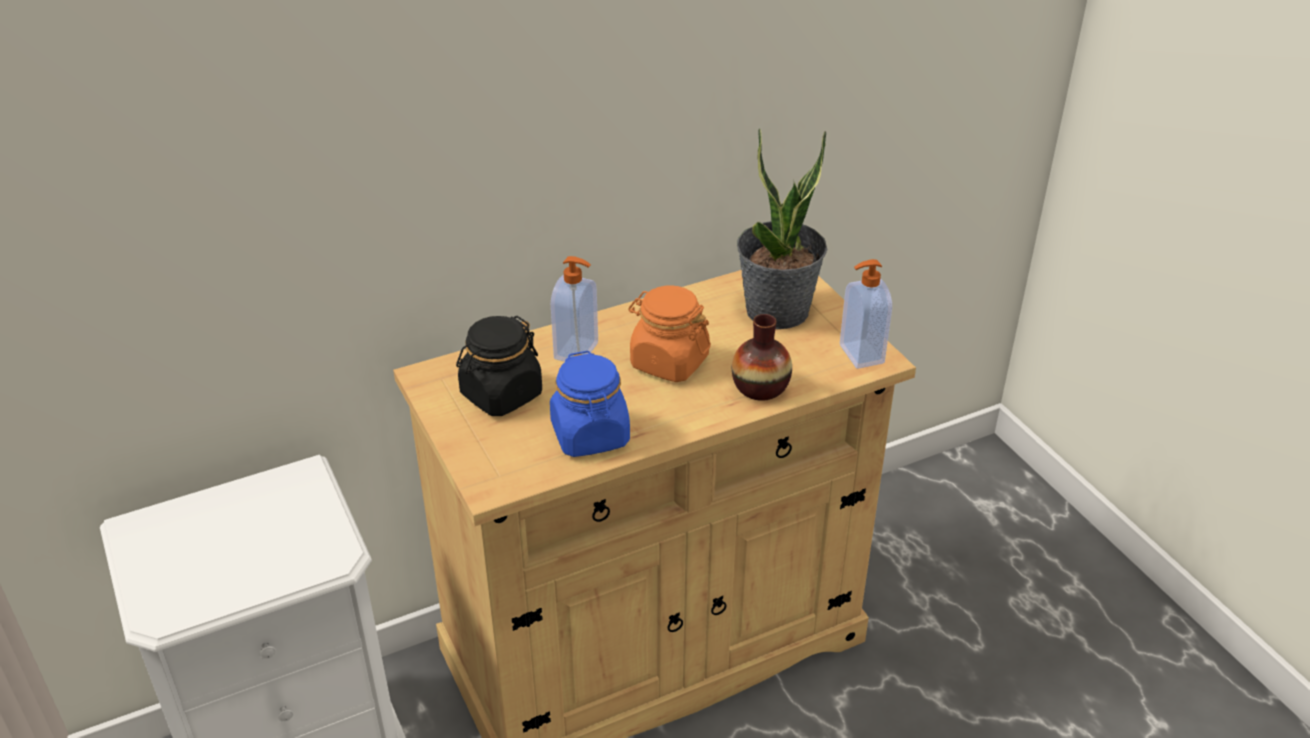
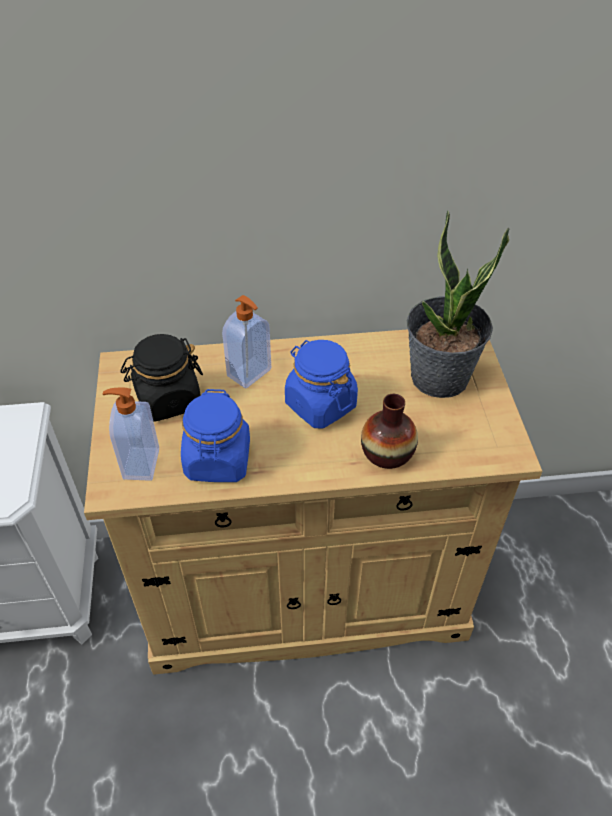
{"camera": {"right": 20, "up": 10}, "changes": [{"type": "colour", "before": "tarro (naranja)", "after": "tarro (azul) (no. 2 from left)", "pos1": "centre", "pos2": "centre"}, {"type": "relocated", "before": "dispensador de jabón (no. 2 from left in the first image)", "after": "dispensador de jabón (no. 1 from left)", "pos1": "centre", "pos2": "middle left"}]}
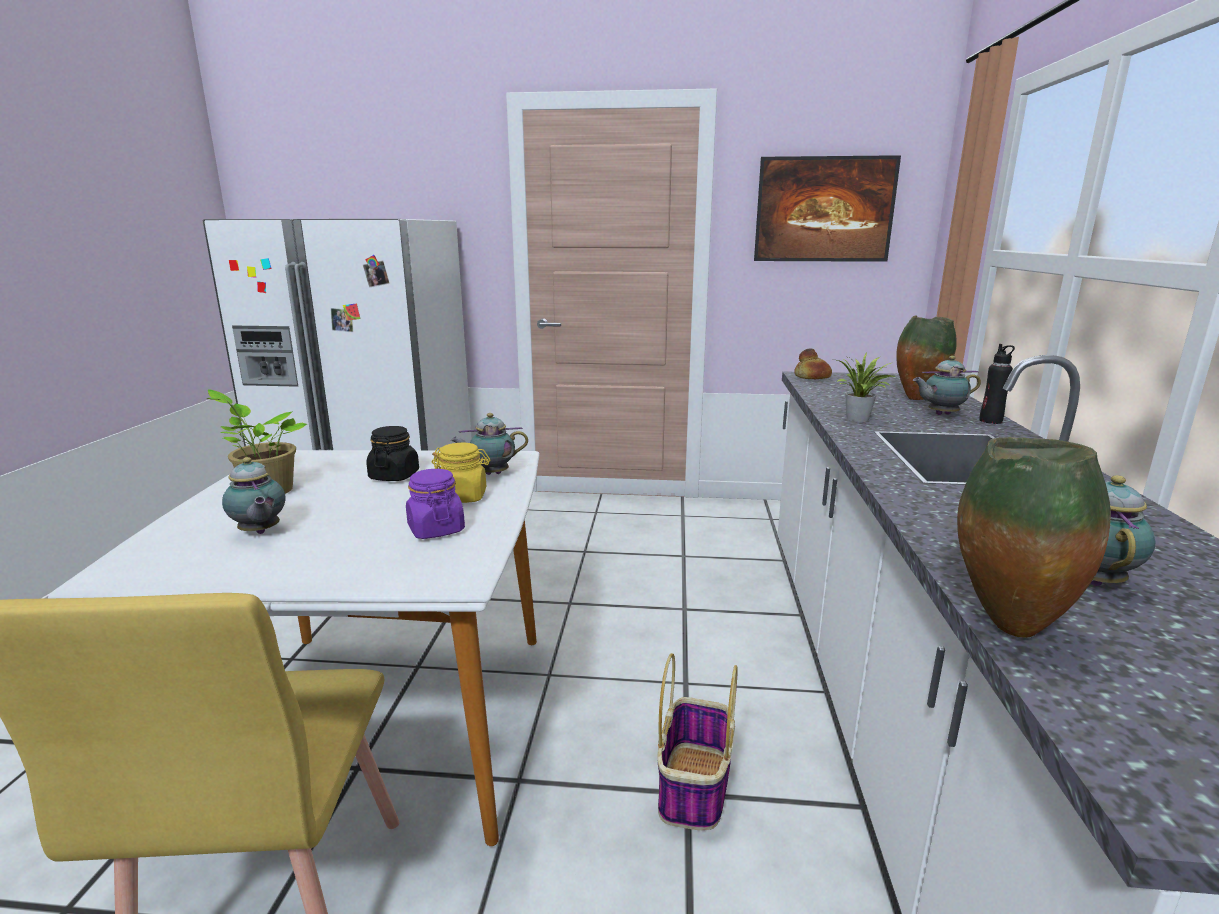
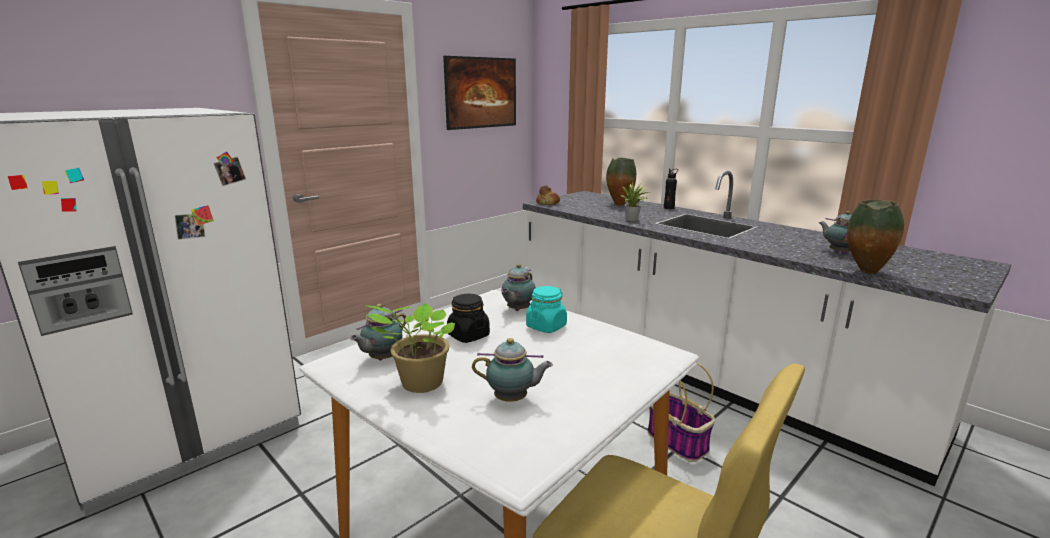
{"camera": {"right": -50, "up": 0}, "changes": [{"type": "missing", "before": "tarro (morado)", "pos1": "centre"}, {"type": "colour", "before": "tarro (amarillo)", "after": "tarro (turquesa)", "pos1": "centre", "pos2": "centre"}, {"type": "relocated", "before": "tetera (no. 3 from left in the first image)", "after": "tetera (no. 1 from left)", "pos1": "middle right", "pos2": "centre"}]}
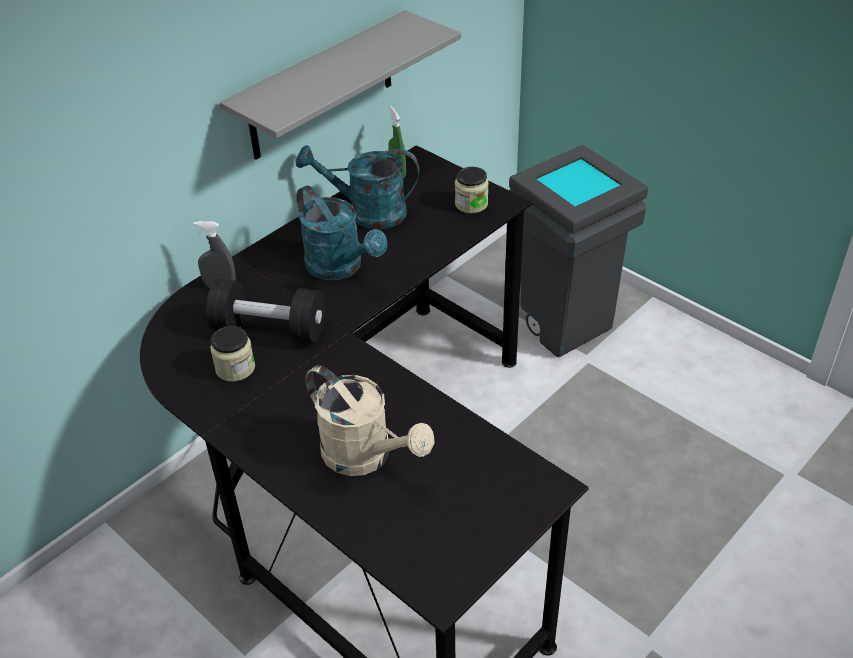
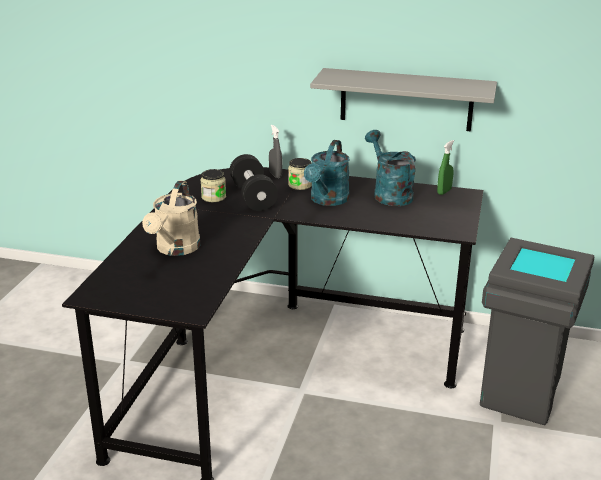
{"camera": {"right": 60, "up": -15}, "changes": [{"type": "relocated", "before": "tarro (no. 2 from left)", "pos1": "top centre", "pos2": "centre"}]}
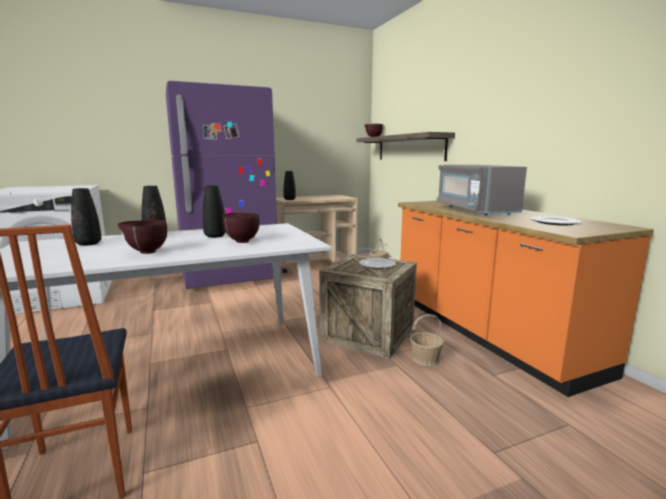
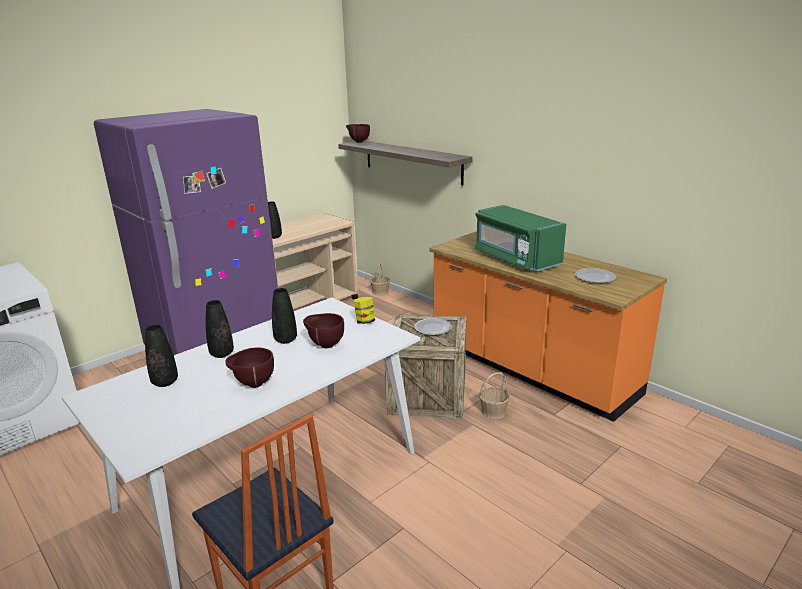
{"camera": {"right": -20, "up": 10}, "changes": [{"type": "colour", "before": "microondas (gris)", "after": "microondas (verde)", "pos1": "middle right", "pos2": "centre"}, {"type": "appeared", "after": "tarro", "pos2": "centre"}]}
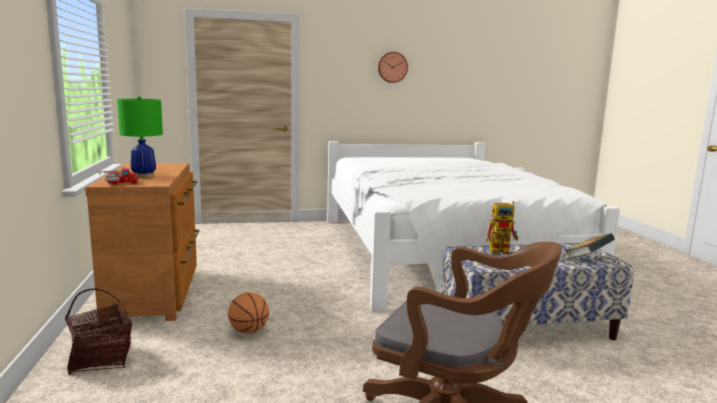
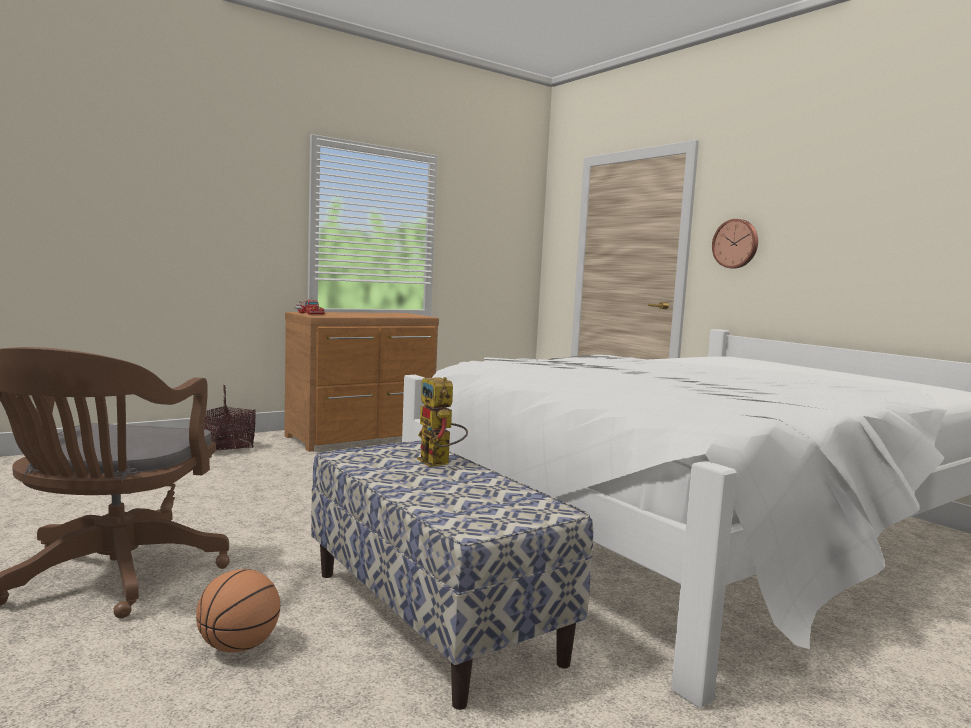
{"camera": {"right": 65, "up": -5}, "changes": [{"type": "missing", "before": "lámpara de mesa (verde)", "pos1": "middle left"}, {"type": "relocated", "before": "balón de baloncesto", "pos1": "bottom centre", "pos2": "bottom left"}, {"type": "relocated", "before": "reloj de pared", "pos1": "top centre", "pos2": "middle right"}, {"type": "missing", "before": "libro", "pos1": "middle right"}]}
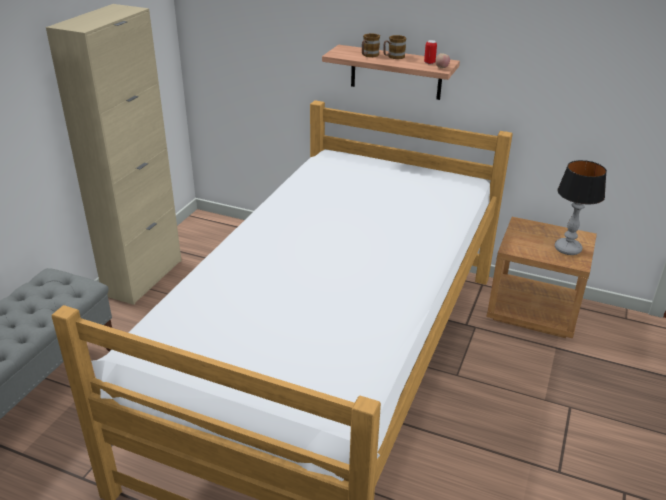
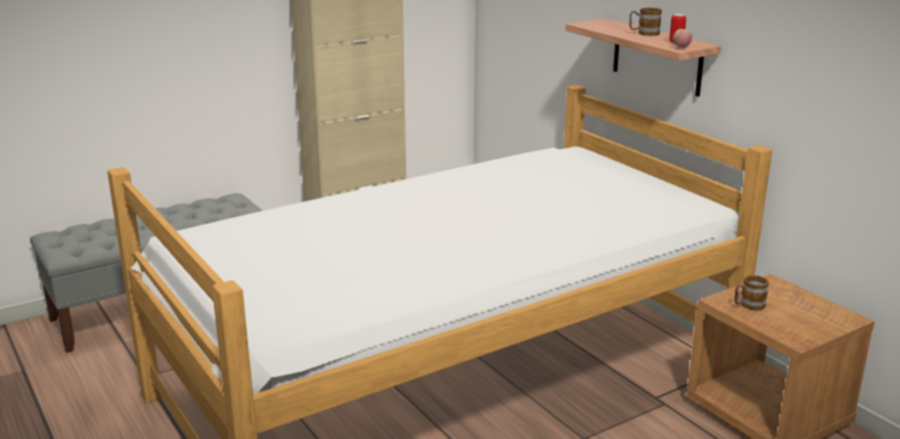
{"camera": {"right": 35, "up": -10}, "changes": [{"type": "relocated", "before": "taza grande (no. 1 from left in the first image)", "after": "taza grande (no. 2 from left)", "pos1": "top centre", "pos2": "middle right"}, {"type": "missing", "before": "lámpara de mesa", "pos1": "middle right"}]}
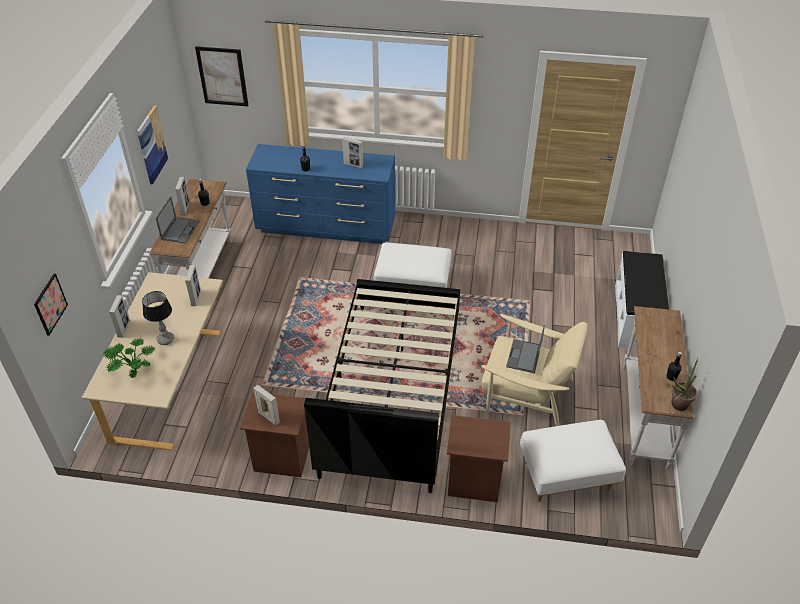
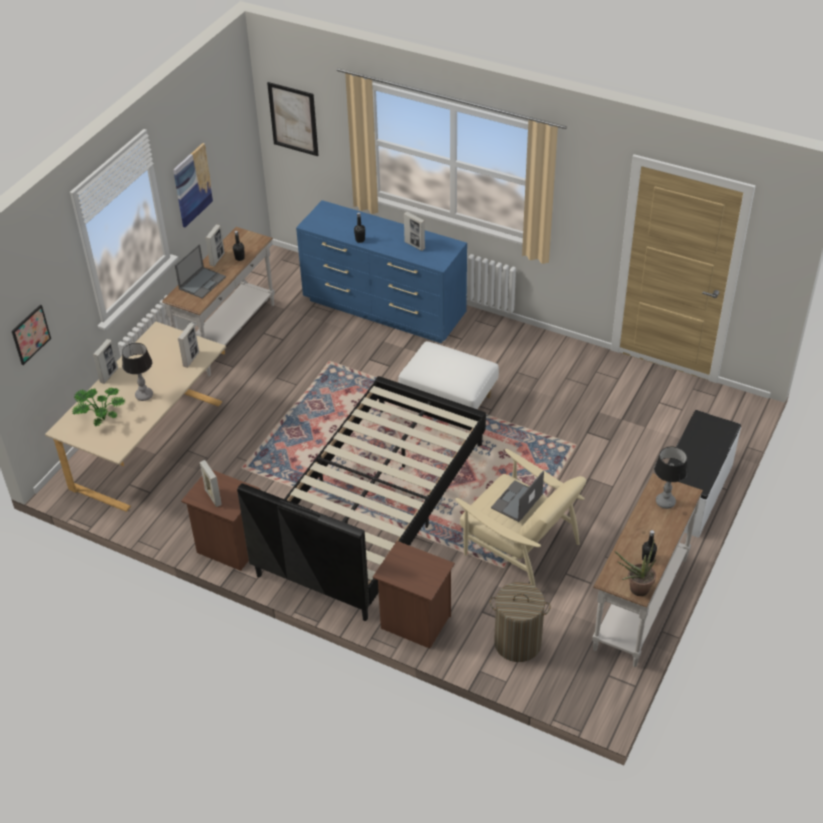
{"camera": {"right": 20, "up": 0}, "changes": [{"type": "exchanged", "before": "puf (blanco) (no. 2 from left)", "after": "cesto de la ropa", "pos1": "bottom right", "pos2": "bottom centre"}, {"type": "appeared", "after": "lámpara de mesa (no. 2 from left)", "pos2": "middle right"}]}
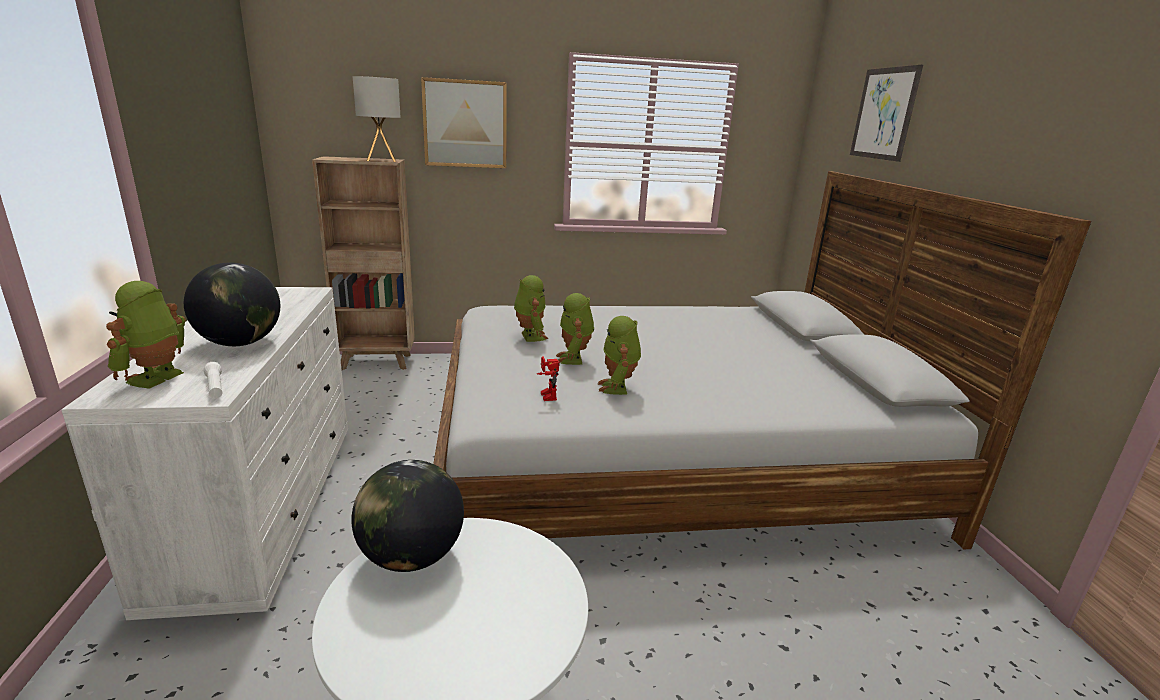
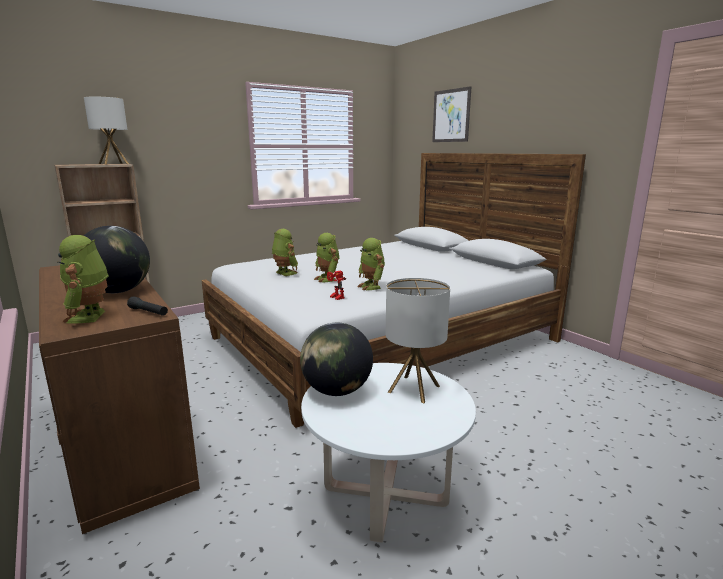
{"camera": {"right": -25, "up": -5}, "changes": [{"type": "colour", "before": "cómoda (blanco)", "after": "cómoda (marrón)", "pos1": "middle left", "pos2": "bottom left"}, {"type": "colour", "before": "linterna (blanco)", "after": "linterna (negro)", "pos1": "middle left", "pos2": "middle left"}, {"type": "missing", "before": "cuadro (no. 1 from left)", "pos1": "top centre"}, {"type": "appeared", "after": "lámpara de mesa (no. 2 from left)", "pos2": "centre"}]}
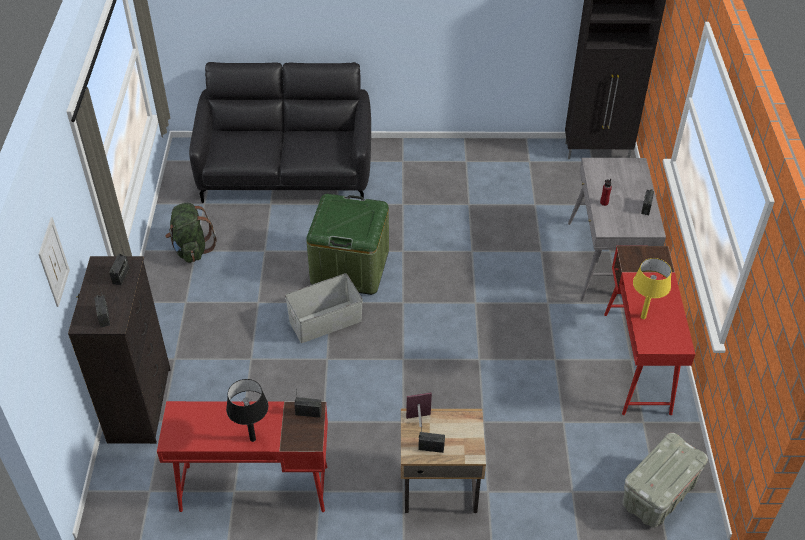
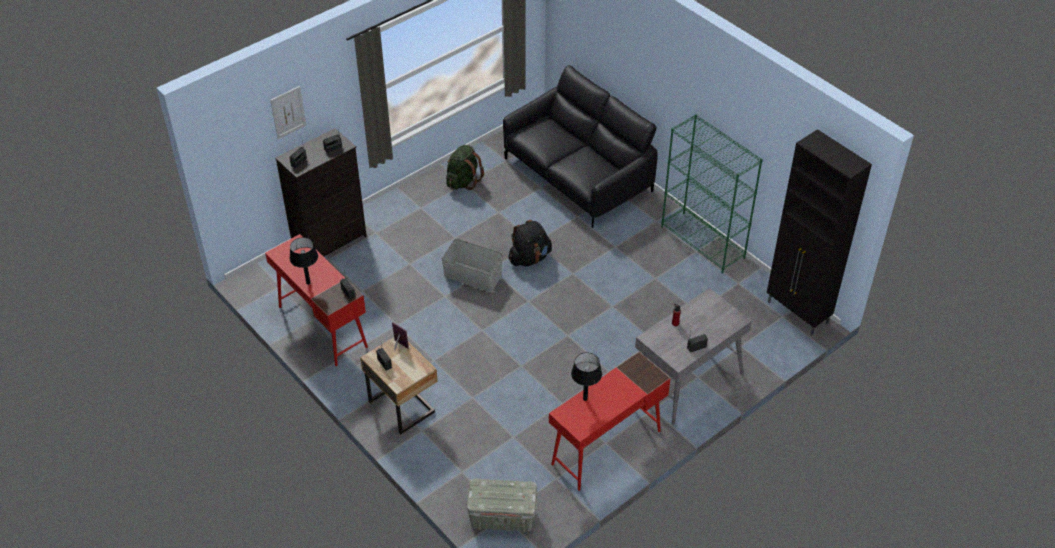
{"camera": {"right": 50, "up": 0}, "changes": [{"type": "exchanged", "before": "caja de almacenaje (verde)", "after": "mochila (negro)", "pos1": "centre", "pos2": "centre"}, {"type": "colour", "before": "lámpara de mesa (amarillo)", "after": "lámpara de mesa (negro) (no. 2 from left)", "pos1": "middle right", "pos2": "bottom centre"}, {"type": "appeared", "after": "estantería (verde)", "pos2": "middle right"}]}
